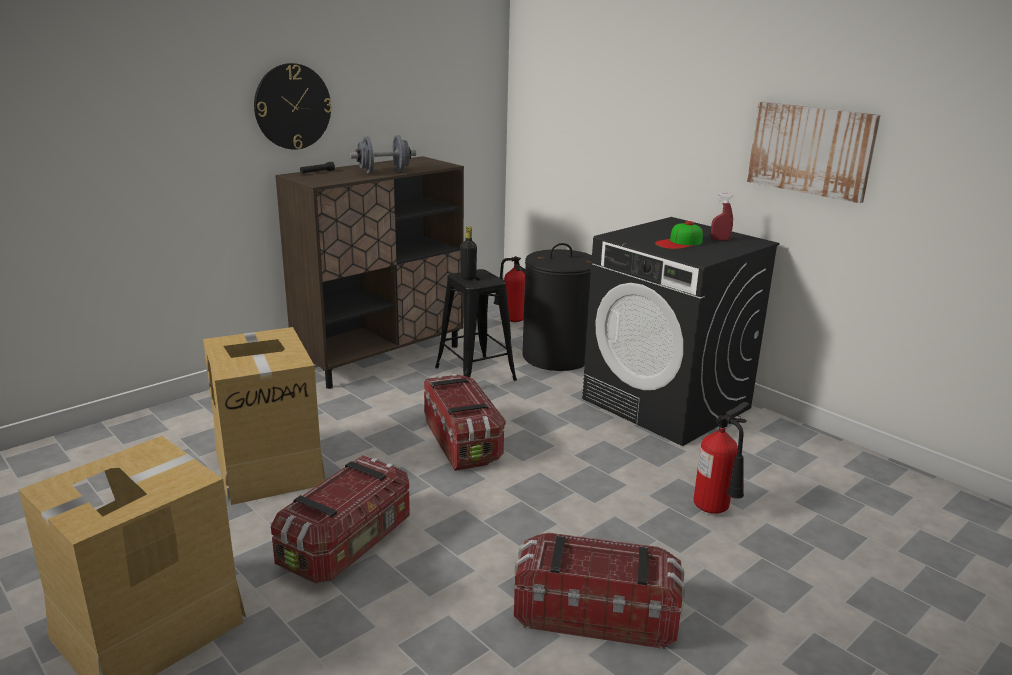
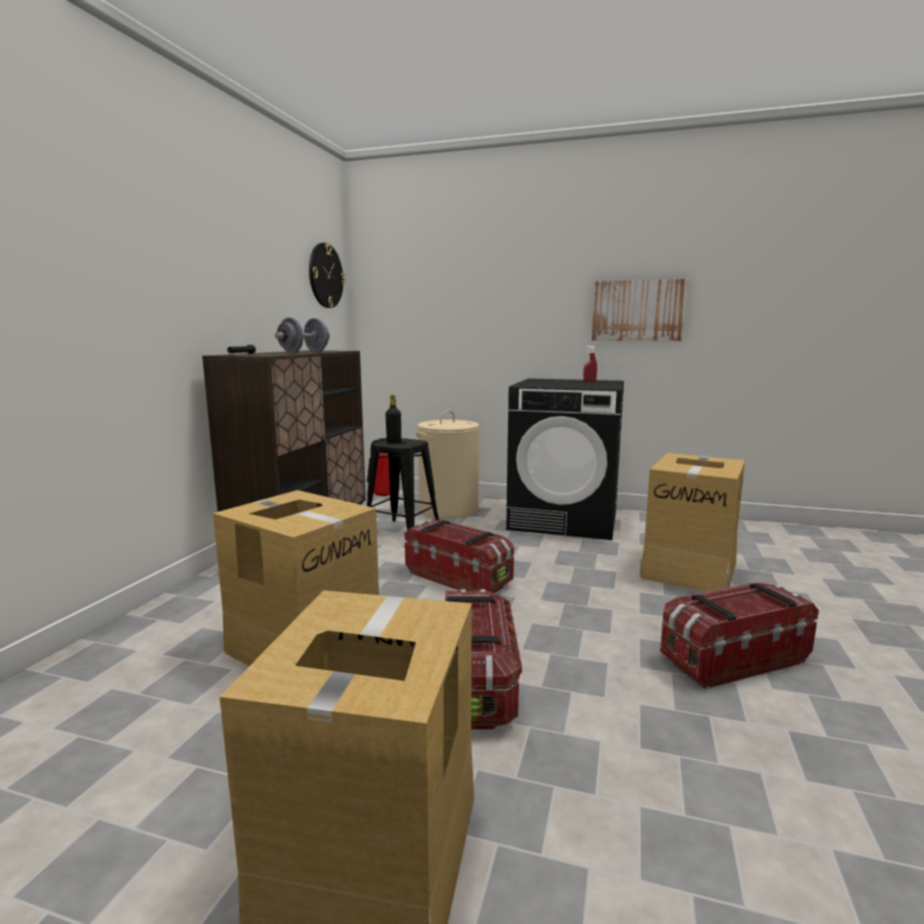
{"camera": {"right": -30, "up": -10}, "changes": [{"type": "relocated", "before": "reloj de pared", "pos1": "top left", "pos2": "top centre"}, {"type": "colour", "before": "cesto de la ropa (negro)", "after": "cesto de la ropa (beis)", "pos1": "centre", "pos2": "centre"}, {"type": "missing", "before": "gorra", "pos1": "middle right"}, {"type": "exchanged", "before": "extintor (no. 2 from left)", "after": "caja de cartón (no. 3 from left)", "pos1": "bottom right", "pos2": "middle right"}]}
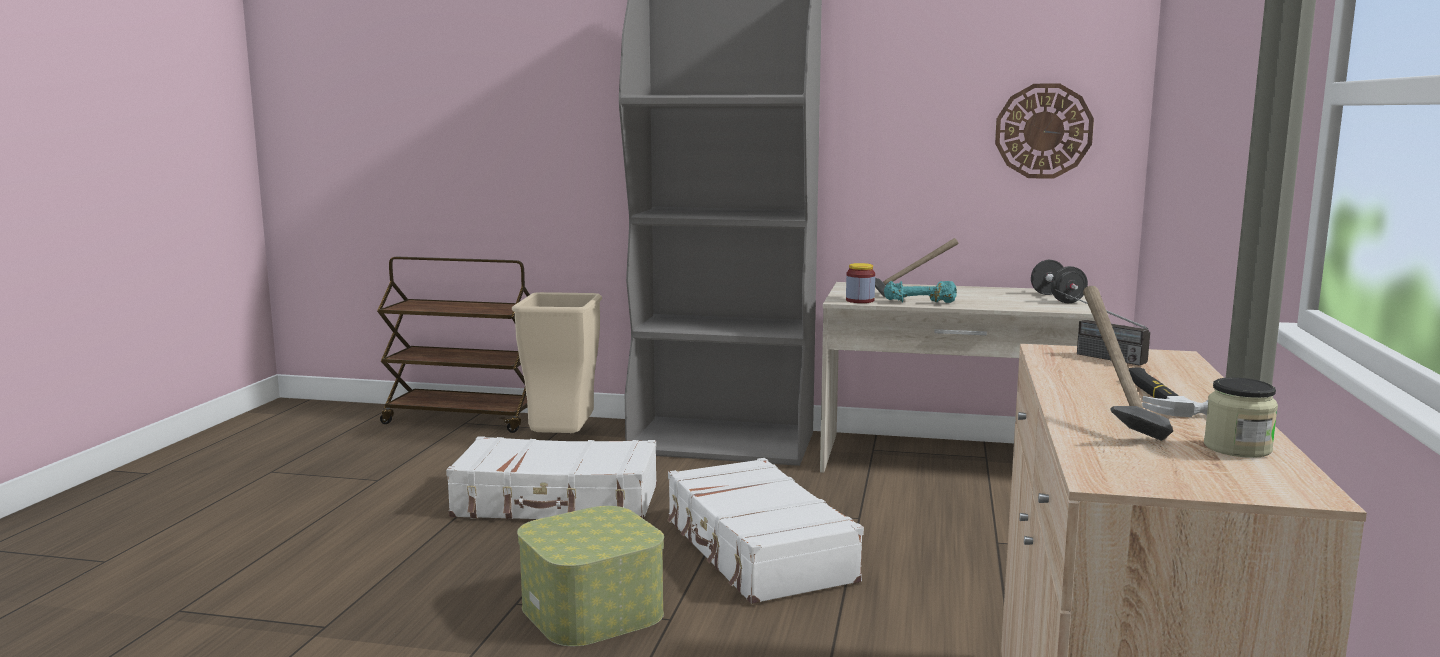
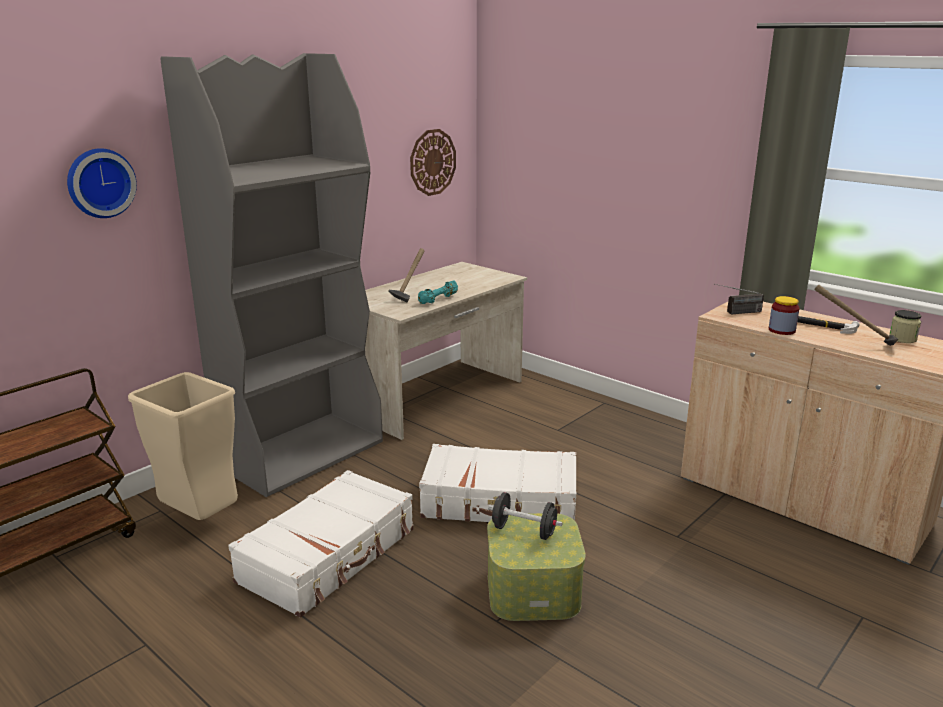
{"camera": {"right": -60, "up": 10}, "changes": [{"type": "relocated", "before": "tarro (no. 1 from left)", "pos1": "centre", "pos2": "middle right"}, {"type": "relocated", "before": "mancuerna (negro)", "pos1": "middle right", "pos2": "bottom centre"}, {"type": "appeared", "after": "reloj de pared (no. 1 from left)", "pos2": "top left"}]}
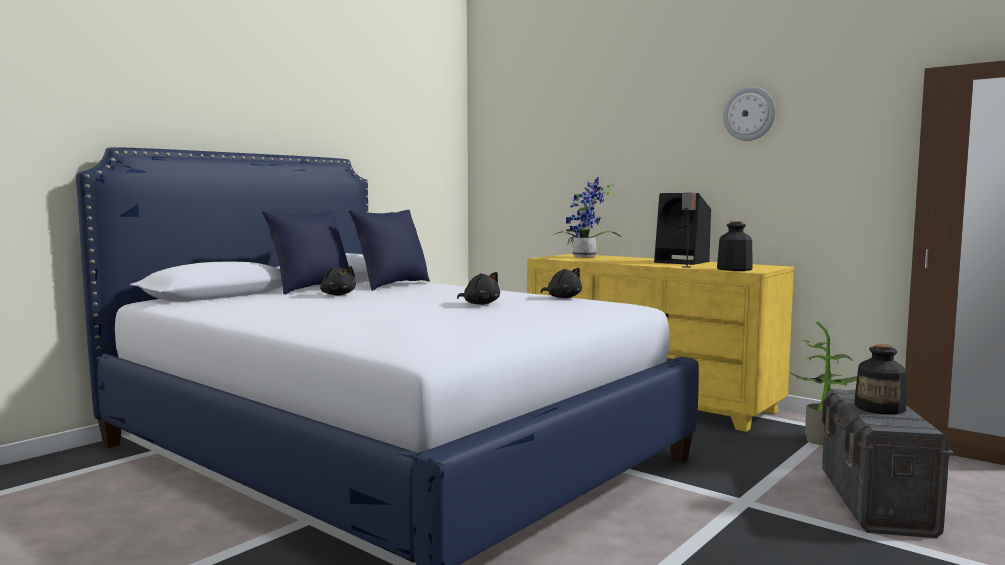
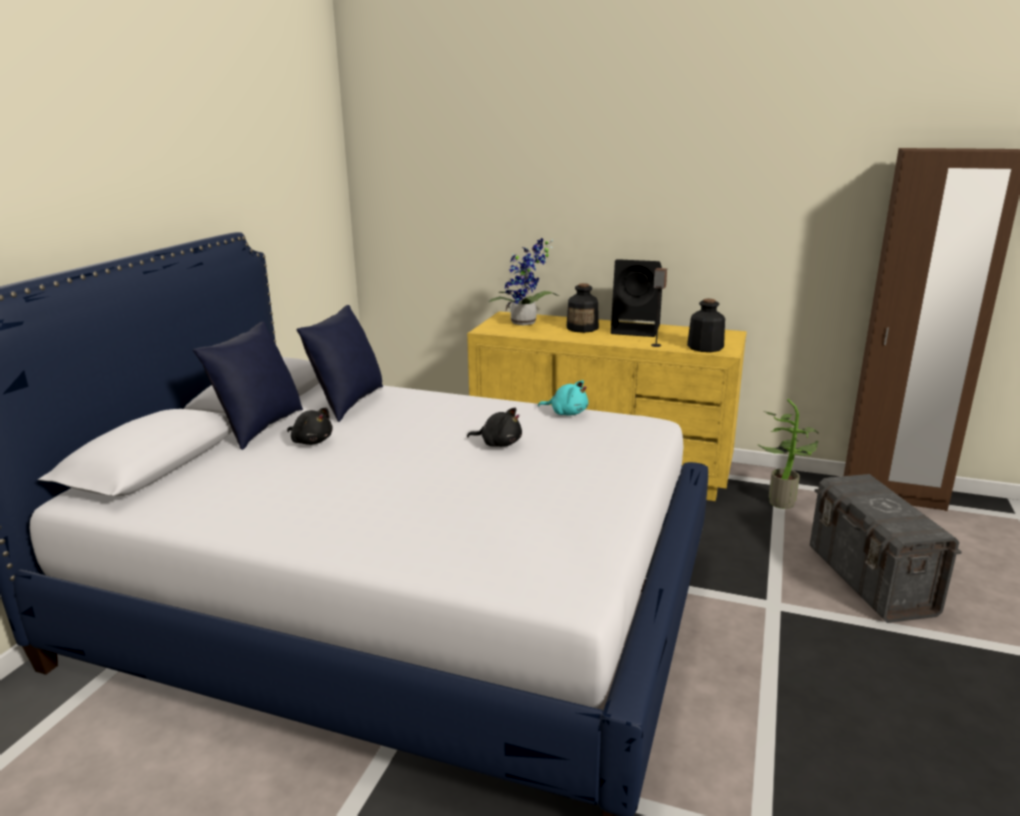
{"camera": {"right": -20, "up": 15}, "changes": [{"type": "colour", "before": "peluche (negro) (no. 3 from left)", "after": "peluche (turquesa)", "pos1": "centre", "pos2": "centre"}, {"type": "missing", "before": "reloj de pared", "pos1": "top right"}, {"type": "relocated", "before": "botella (no. 2 from left in the first image)", "after": "botella (no. 1 from left)", "pos1": "bottom right", "pos2": "centre"}]}
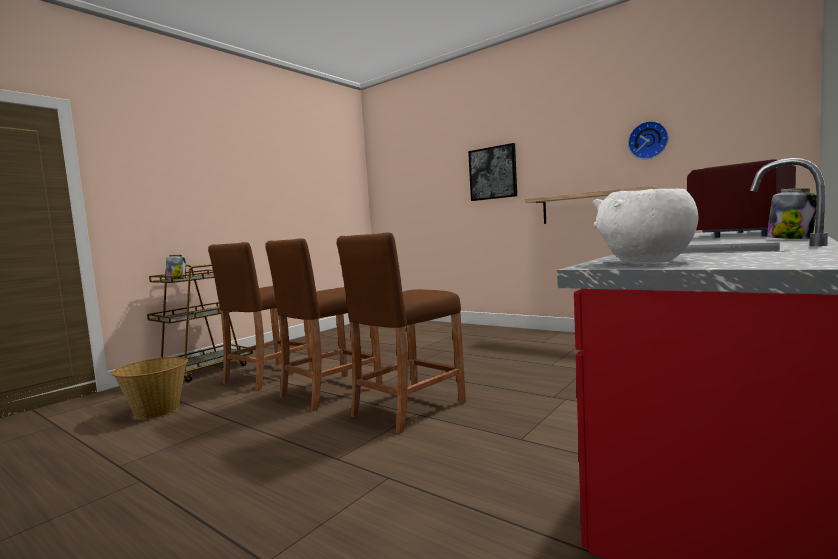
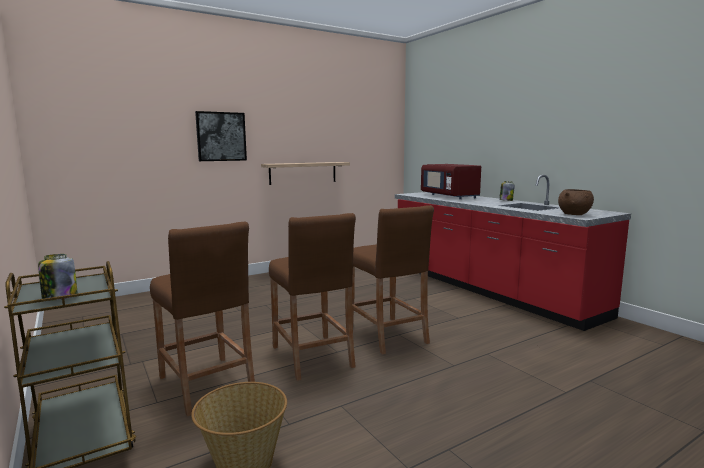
{"camera": {"right": -70, "up": 5}, "changes": [{"type": "colour", "before": "cuenco (blanco)", "after": "cuenco (marrón)", "pos1": "middle right", "pos2": "middle right"}, {"type": "missing", "before": "reloj de pared", "pos1": "top right"}]}
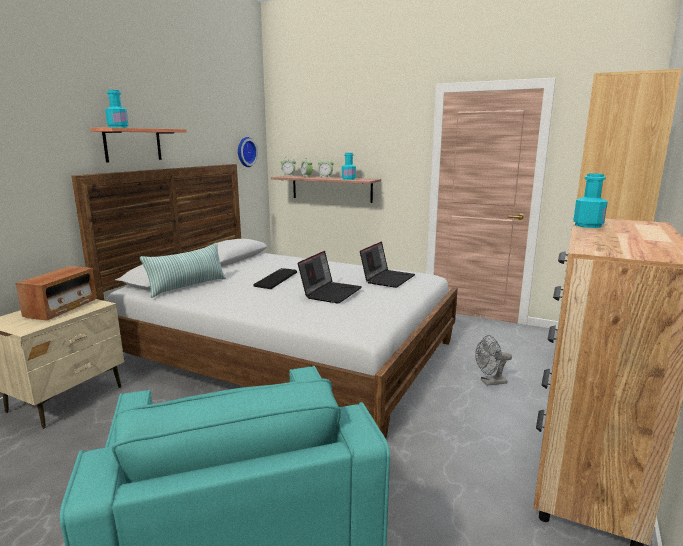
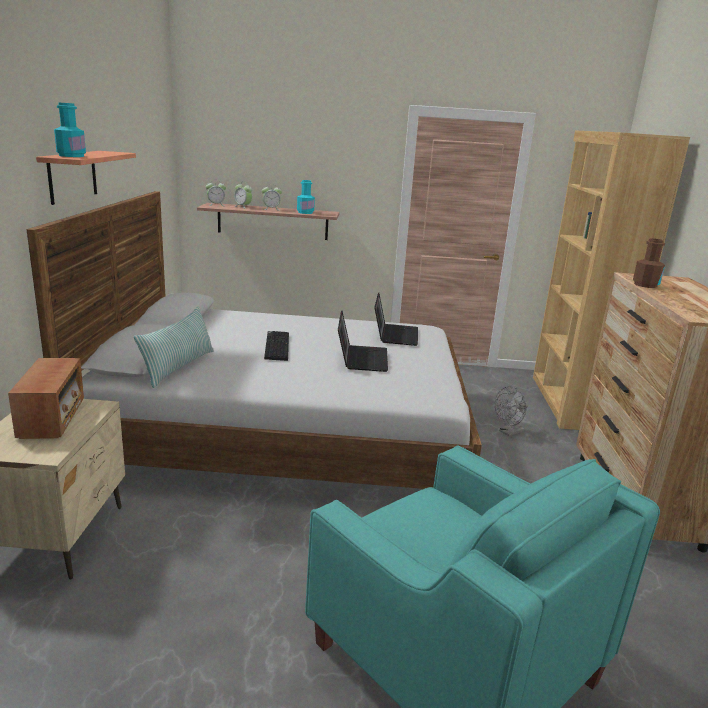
{"camera": {"right": -25, "up": 5}, "changes": [{"type": "missing", "before": "reloj de pared", "pos1": "top centre"}, {"type": "colour", "before": "botella (turquesa) (no. 3 from left)", "after": "botella (marrón)", "pos1": "middle right", "pos2": "middle right"}]}
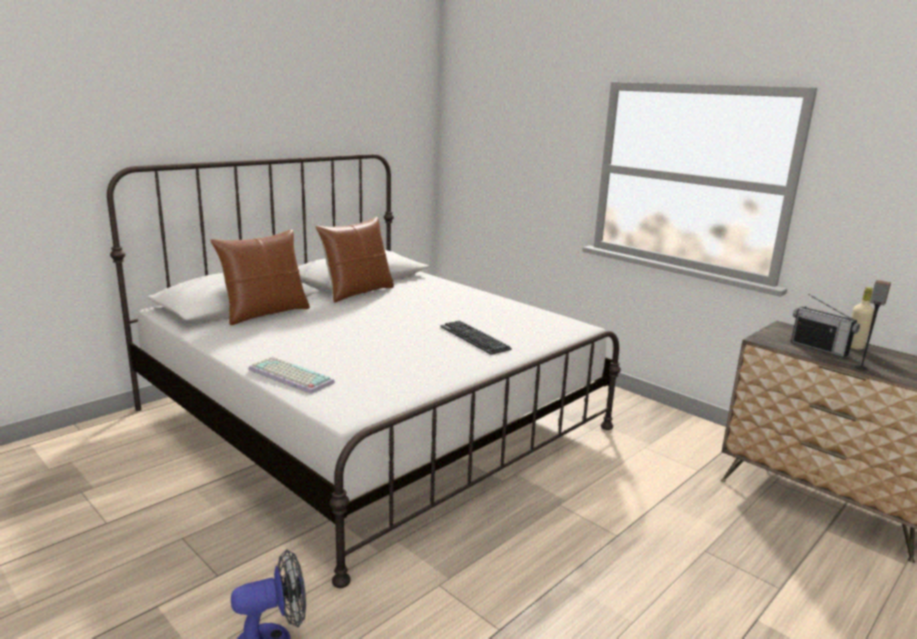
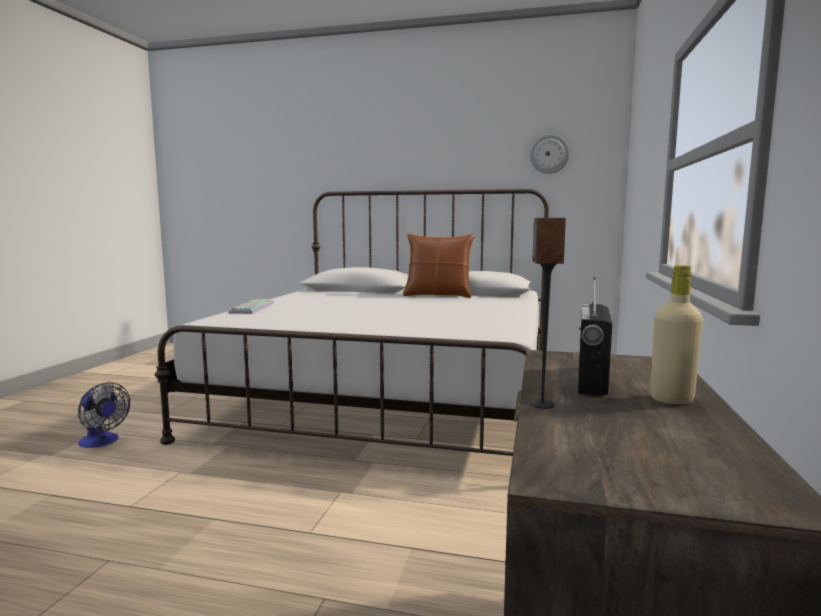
{"camera": {"right": 60, "up": -10}, "changes": [{"type": "missing", "before": "cojín (marrón) (no. 1 from left)", "pos1": "middle left"}, {"type": "missing", "before": "teclado (no. 2 from left)", "pos1": "centre"}, {"type": "appeared", "after": "reloj de pared", "pos2": "top right"}]}
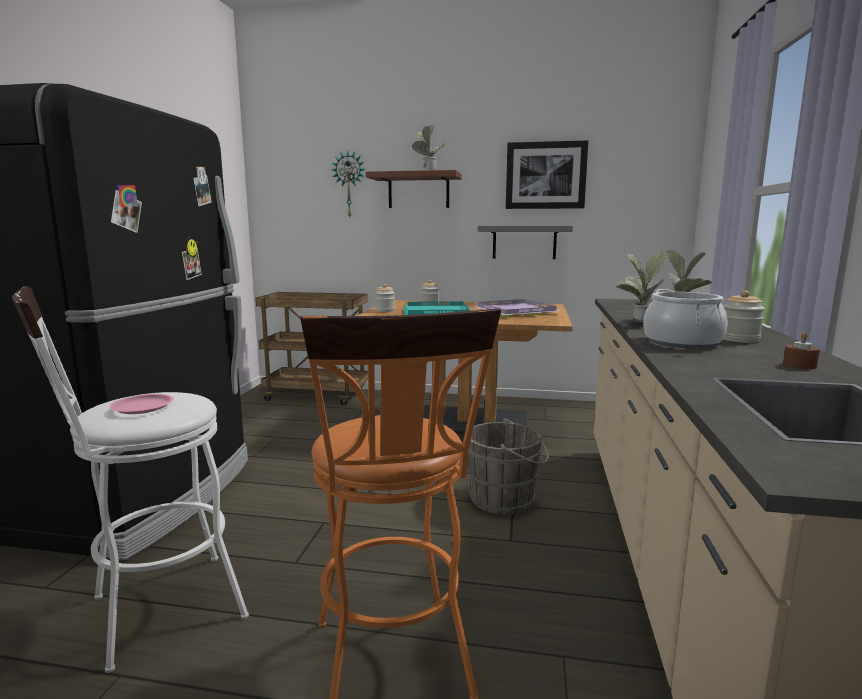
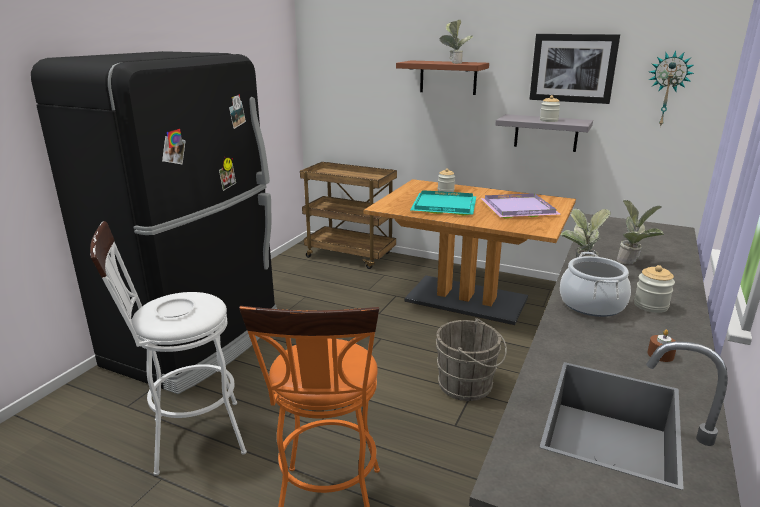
{"camera": {"right": 15, "up": 10}, "changes": [{"type": "colour", "before": "plato (rosa)", "after": "plato (blanco)", "pos1": "middle left", "pos2": "middle left"}, {"type": "relocated", "before": "reloj de pared", "pos1": "top centre", "pos2": "top right"}, {"type": "relocated", "before": "tarro (no. 1 from left in the first image)", "after": "tarro (no. 2 from left)", "pos1": "centre", "pos2": "top right"}]}
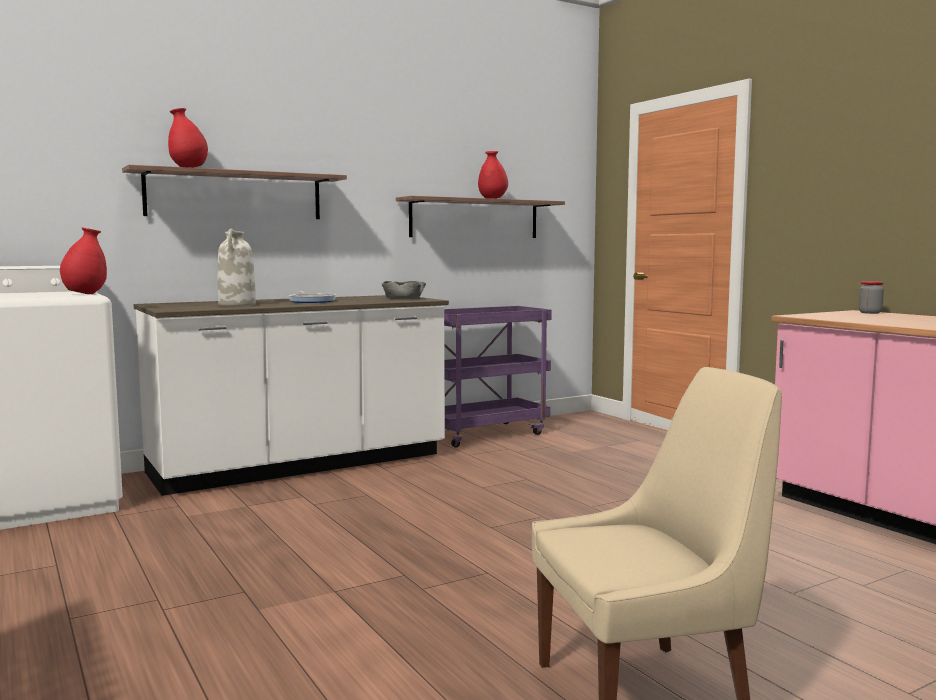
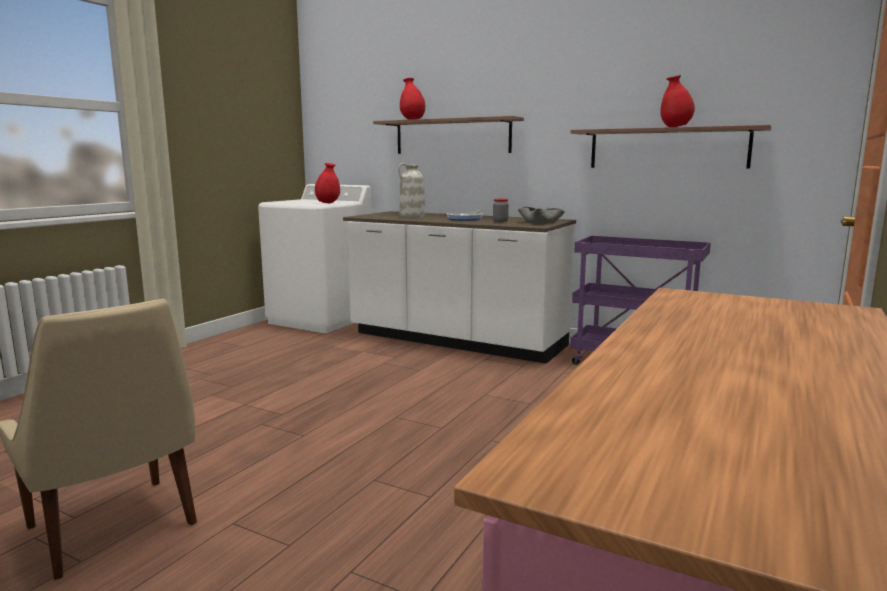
{"camera": {"right": 60, "up": 5}, "changes": [{"type": "relocated", "before": "tarro", "pos1": "middle right", "pos2": "centre"}]}
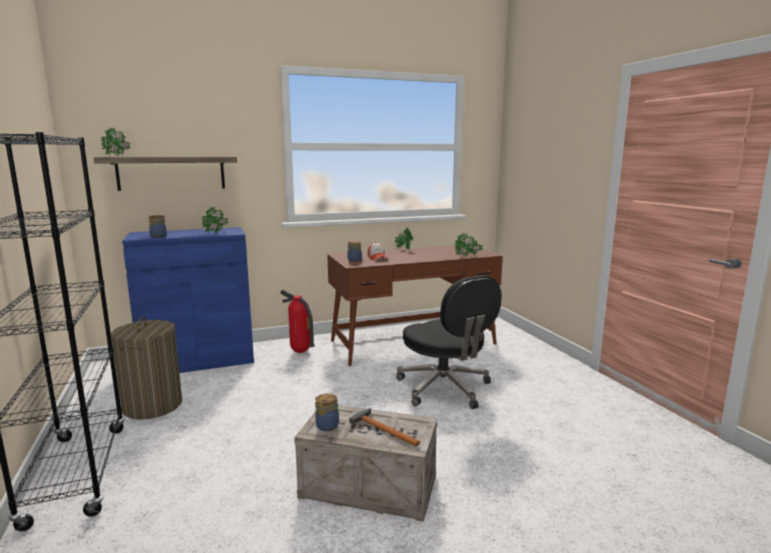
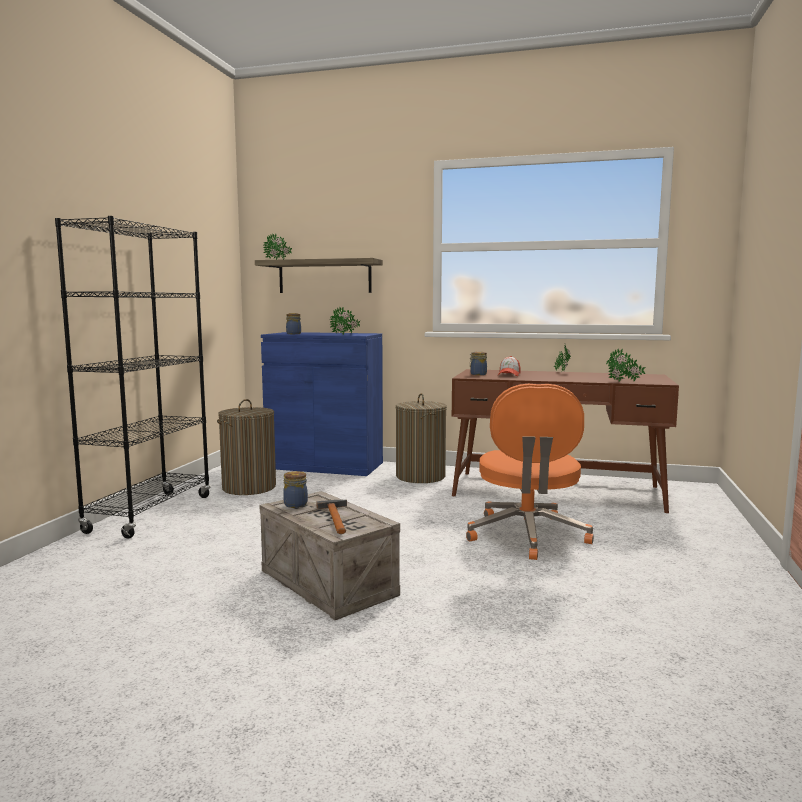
{"camera": {"right": 35, "up": -5}, "changes": [{"type": "exchanged", "before": "extintor", "after": "cesto de la ropa (no. 2 from left)", "pos1": "centre", "pos2": "centre"}, {"type": "colour", "before": "silla de oficina (negro)", "after": "silla de oficina (naranja)", "pos1": "centre", "pos2": "centre"}]}
